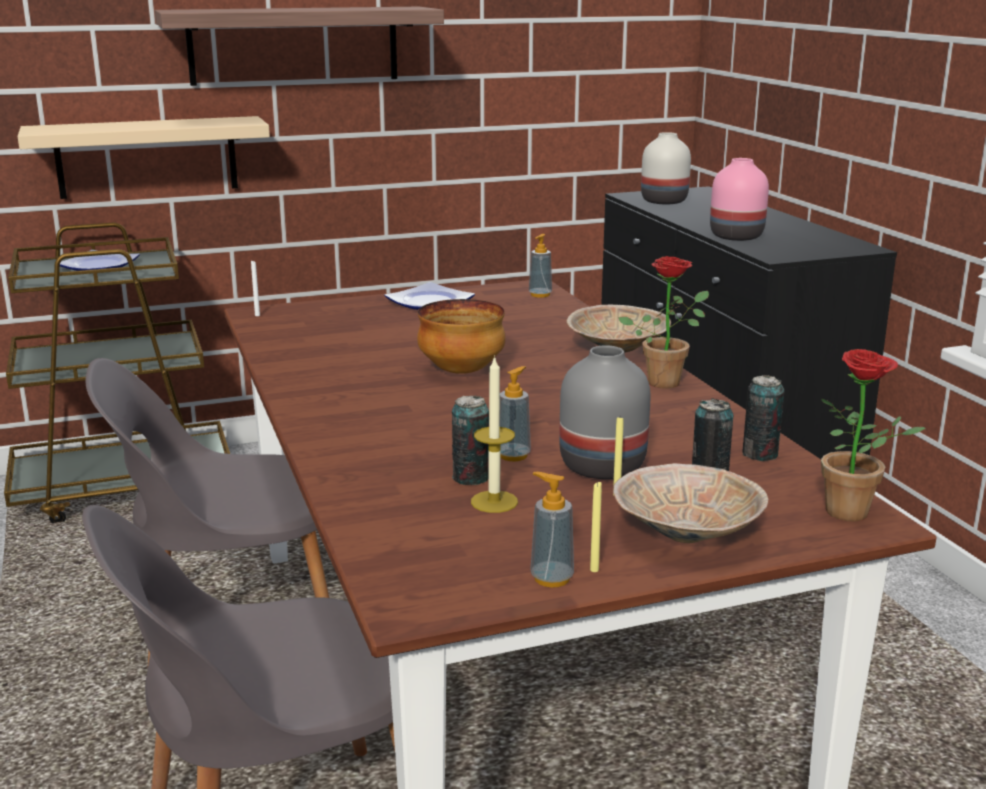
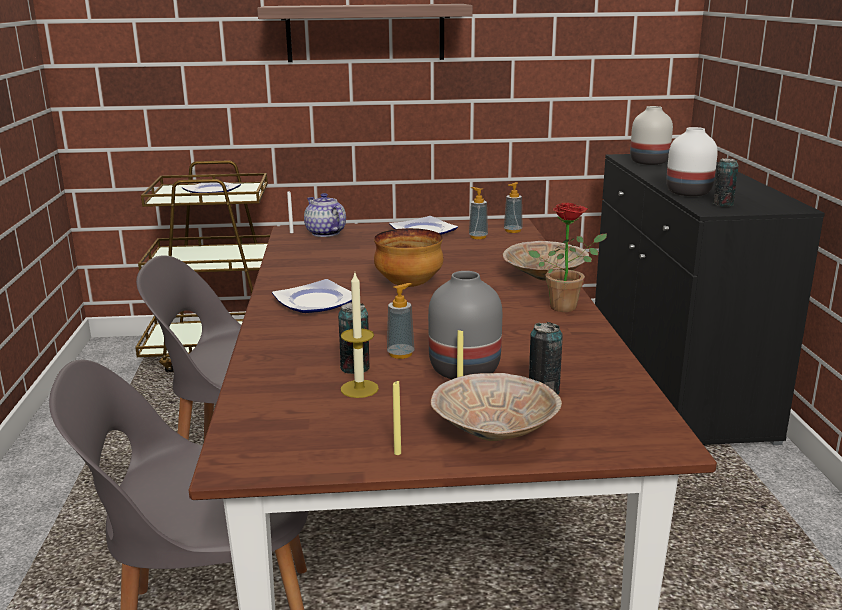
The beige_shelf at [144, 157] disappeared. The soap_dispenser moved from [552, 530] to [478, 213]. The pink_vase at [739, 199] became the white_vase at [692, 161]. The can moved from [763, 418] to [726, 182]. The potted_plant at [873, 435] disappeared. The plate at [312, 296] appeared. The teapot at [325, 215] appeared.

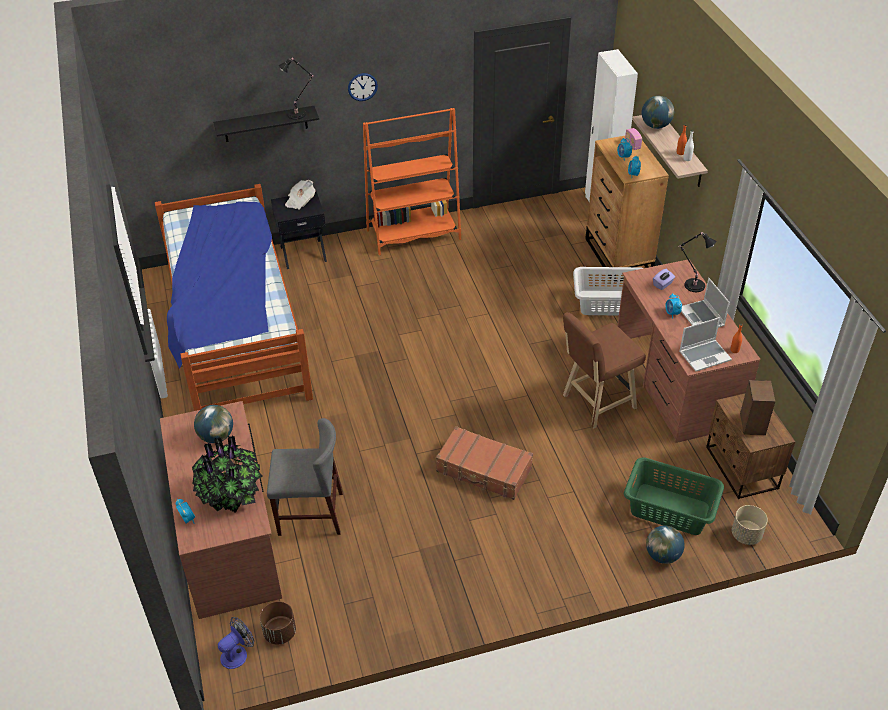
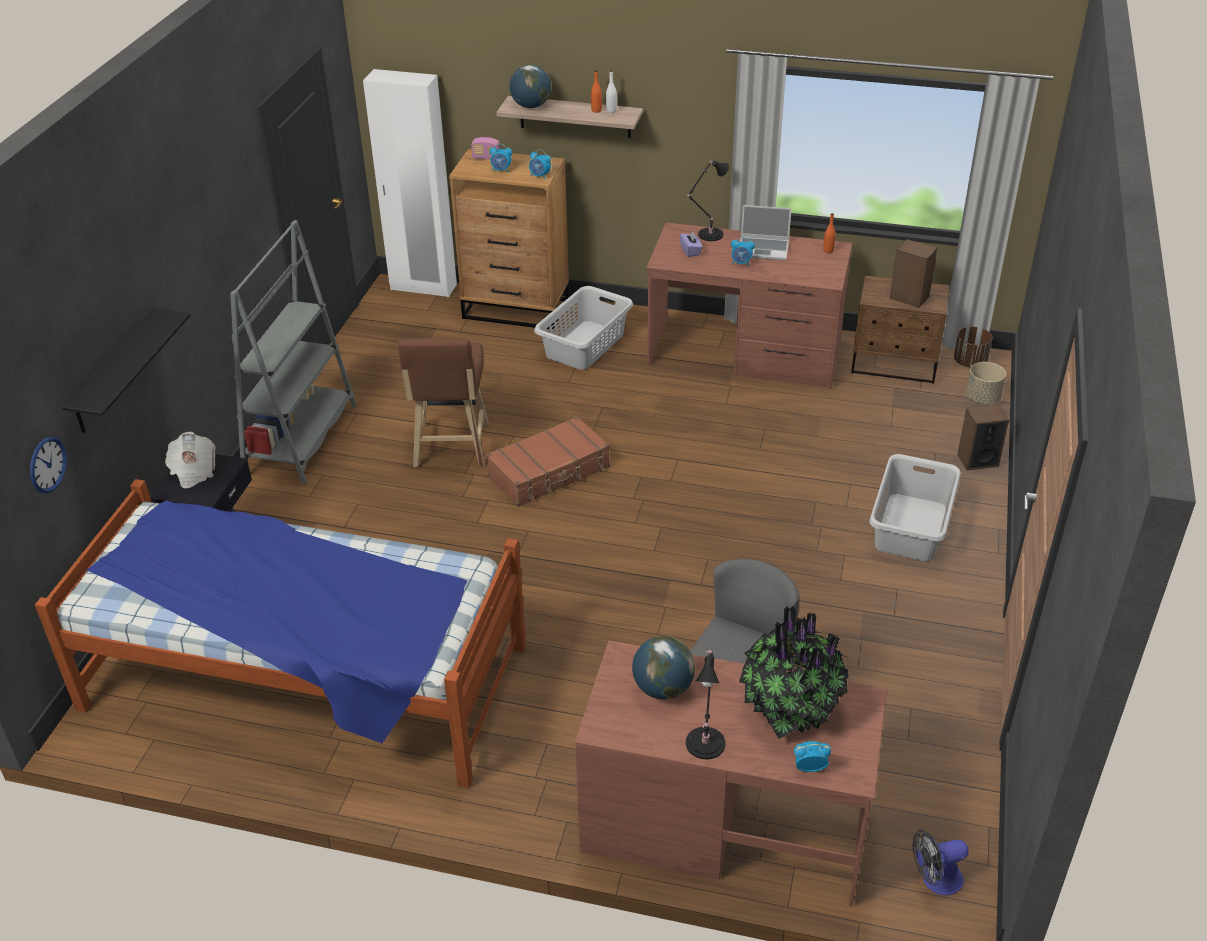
The fan at [236, 643] turned 90 degrees counterclockwise. The brown_planter moved from [278, 623] to [973, 347]. The black_table_lamp moved from [296, 89] to [705, 703]. The wall_clock moved from [363, 87] to [48, 465]. The orange_bookcase at [412, 181] became the grey_bookcase at [293, 352]. The brown_suitcase moved from [484, 463] to [548, 461]. The brown_stool moved from [604, 370] to [443, 402]. The green_laundry_basket at [674, 496] disappeared. The globe at [665, 545] was replaced by the speaker at [983, 437]. The laptop at [705, 344] disappeared. The grey_laundry_basket at [915, 507] appeared.

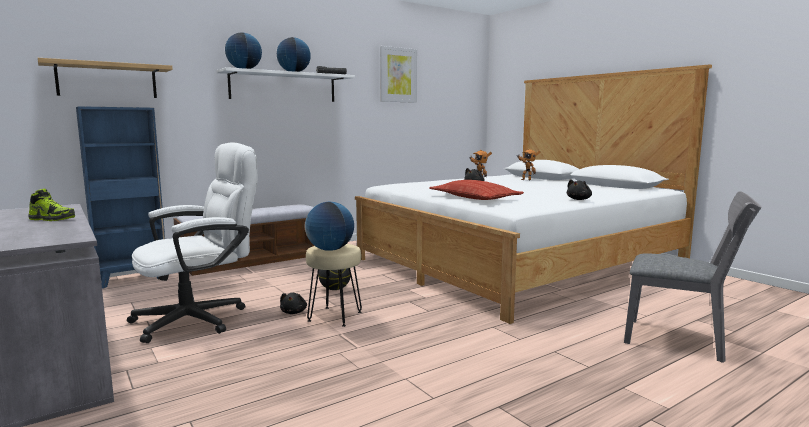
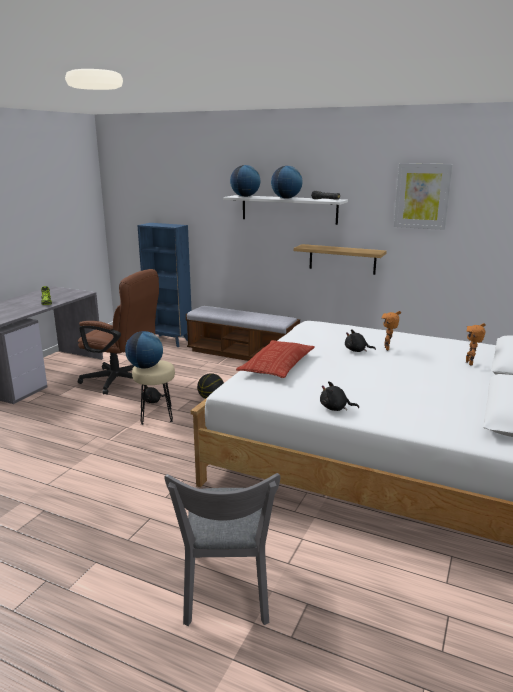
The shelf moved from [105, 78] to [340, 259]. The white_office_chair at [192, 242] became the brown_office_chair at [118, 332].

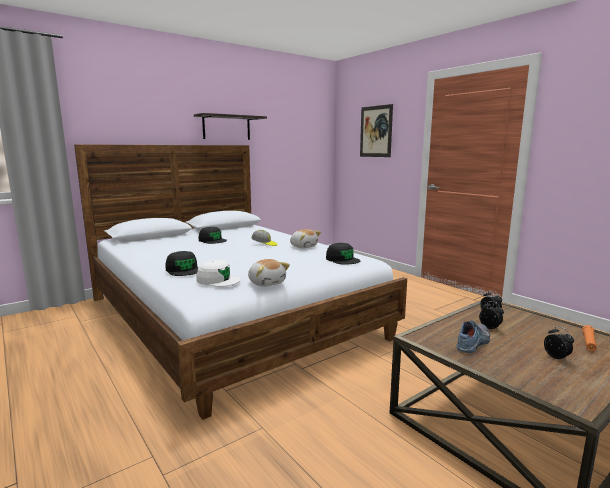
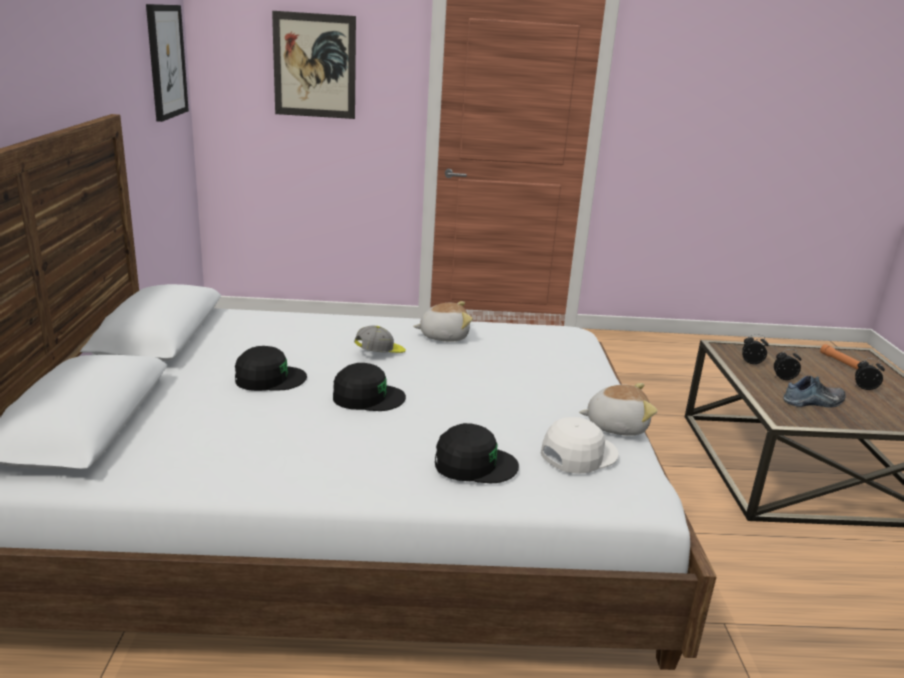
The shelf at [230, 126] disappeared. The black_cap moved from [343, 254] to [369, 387]. The shoe at [473, 336] turned 90 degrees clockwise. The picture at [167, 63] appeared.

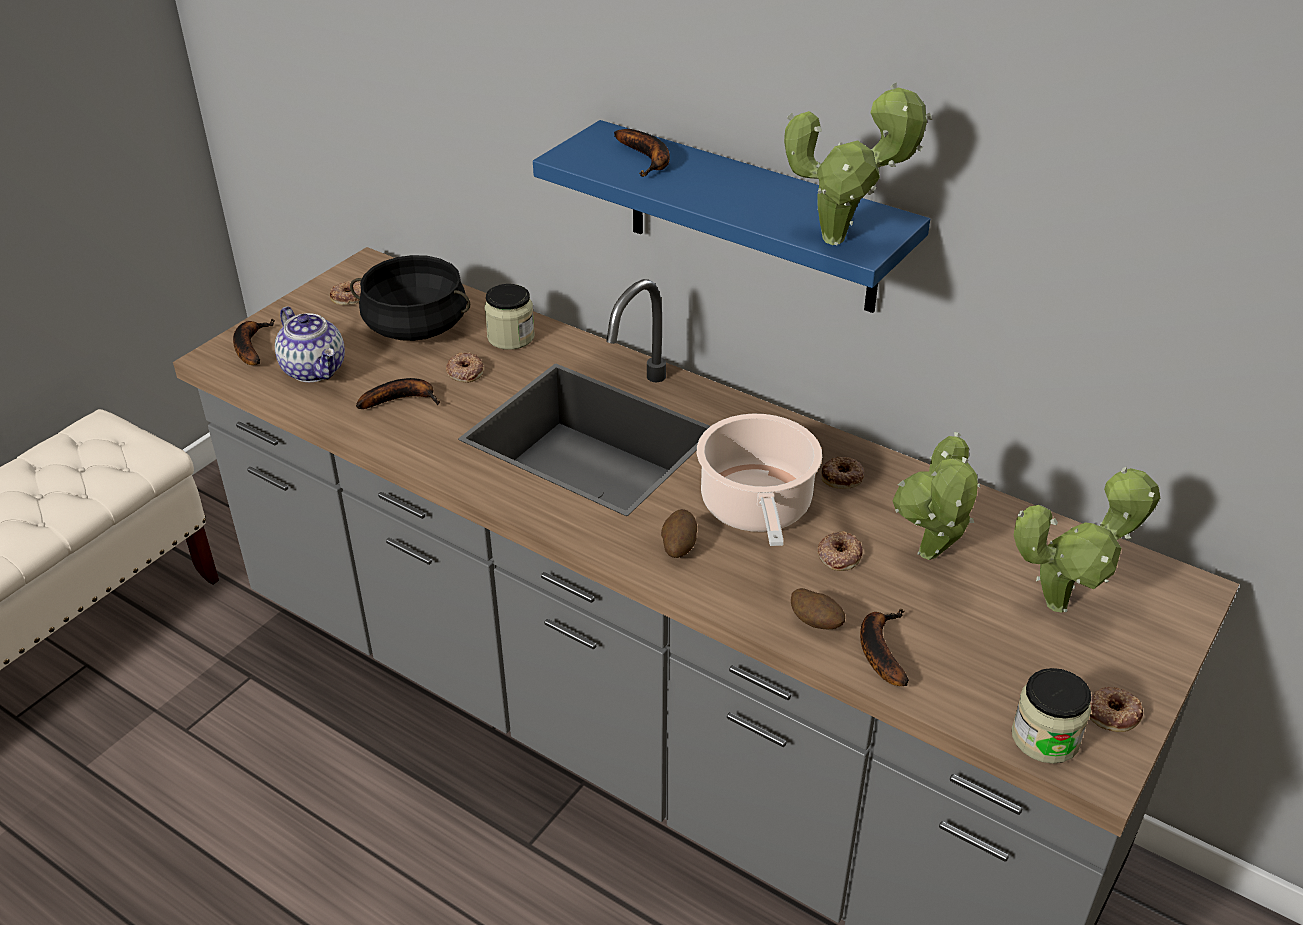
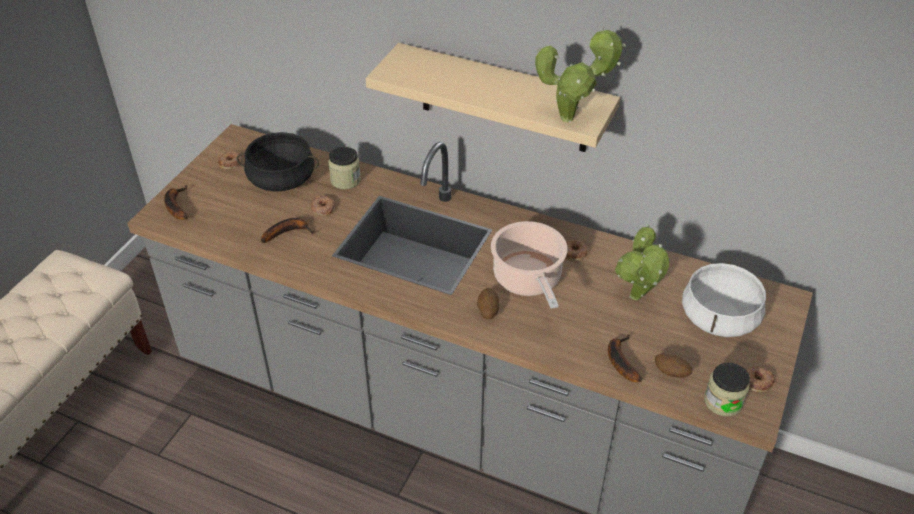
The teapot at [310, 344] disappeared. The blue_shelf at [731, 216] became the beige_shelf at [493, 97]. The banana at [642, 153] disappeared. The potato moved from [818, 608] to [673, 365]. The donut at [840, 551] disappeared. The potted_plant at [1087, 540] was replaced by the white_cooking_pot at [724, 299].

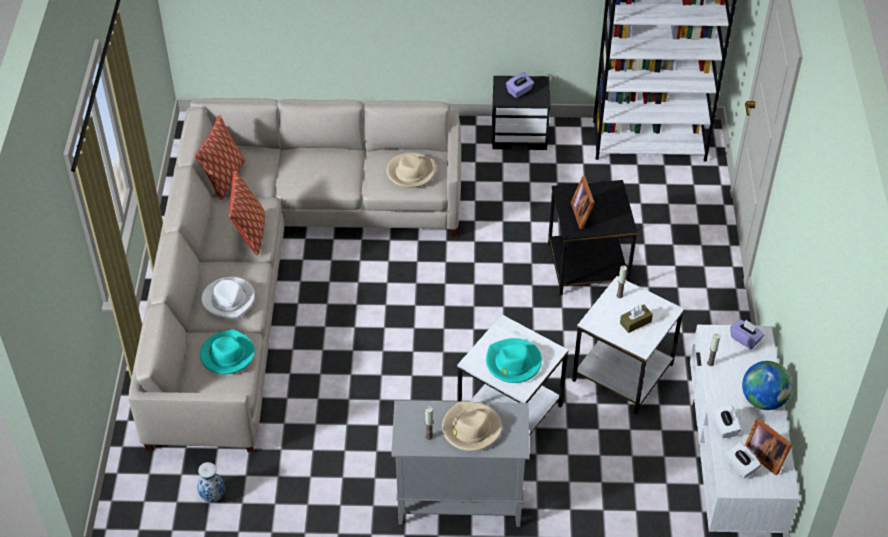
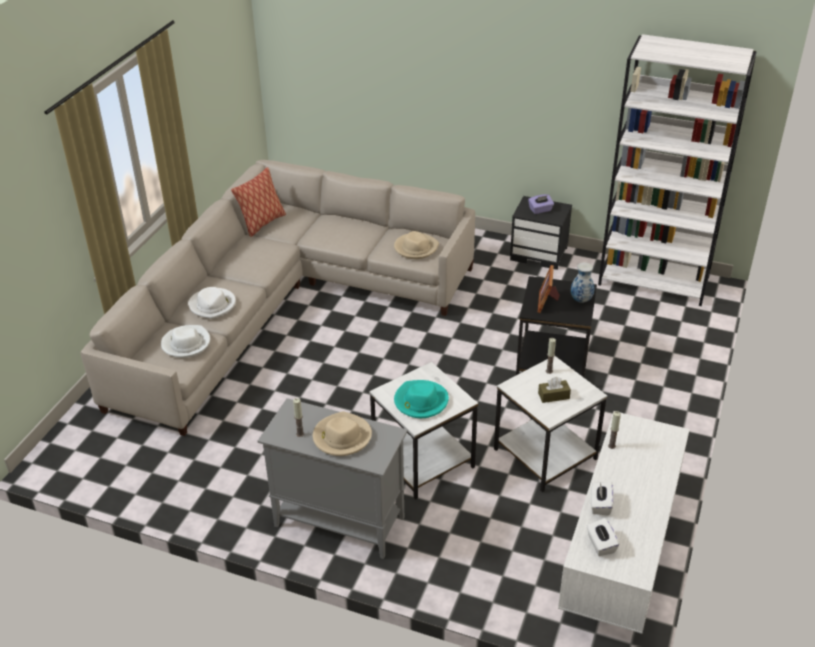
The vase moved from [211, 482] to [582, 282]. The turquoise_hat at [227, 351] became the white_hat at [185, 341]. The pillow at [247, 213] disappeared. The purple_tissue_box at [747, 334] disappeared. The globe at [767, 385] disappeared. The picture_frame at [768, 446] disappeared.

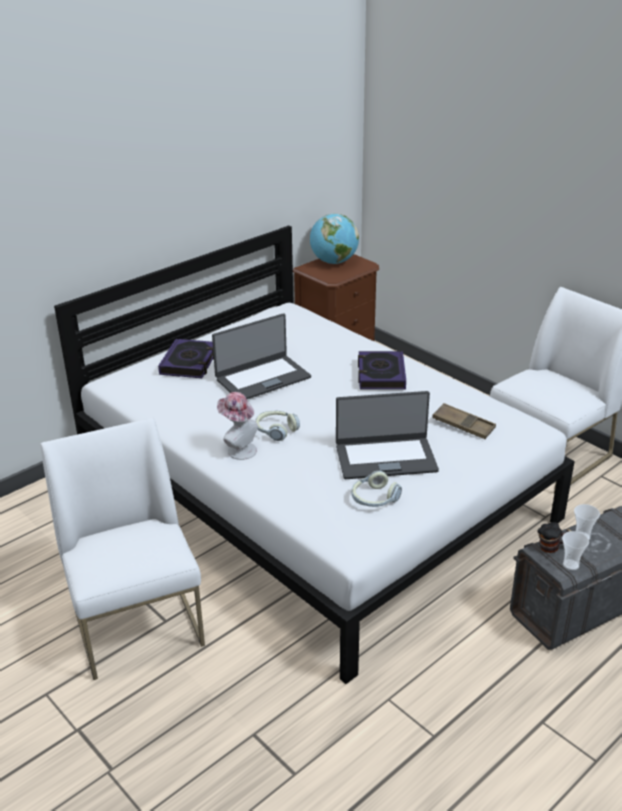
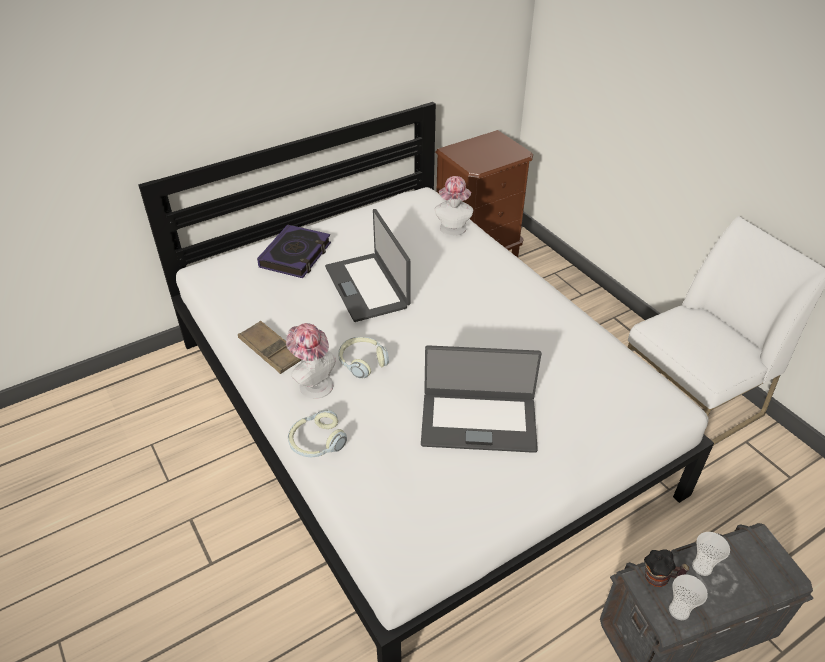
The white_chair at [123, 549] disappeared. The laptop at [261, 356] turned 90 degrees clockwise. The globe at [334, 239] disappeared. The headphones moved from [376, 489] to [317, 433]. The book at [382, 370] disappeared. The brown_tray moved from [464, 421] to [270, 347]. The hat at [454, 206] appeared.

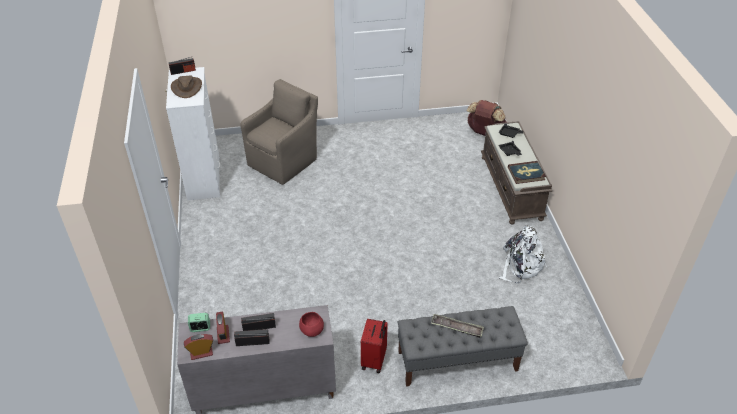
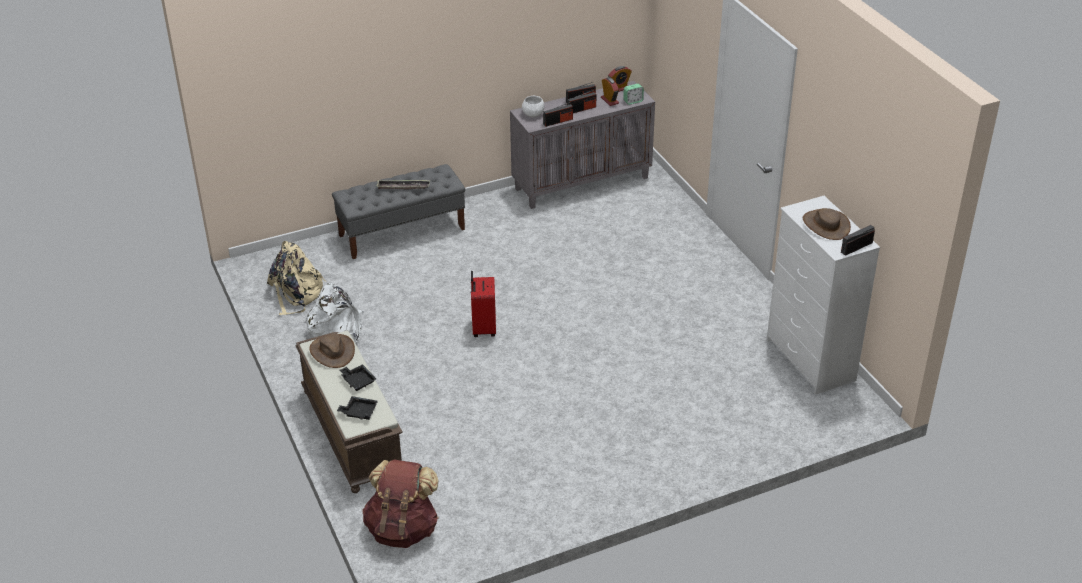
The brown_armchair at [279, 132] disappeared. The red_bowl at [311, 324] became the white_bowl at [533, 106]. The red_suitcase moved from [374, 346] to [483, 304]. The book at [527, 172] was replaced by the brown_hat at [332, 351]. The beige_backpack at [296, 278] appeared. The radio at [558, 114] appeared.

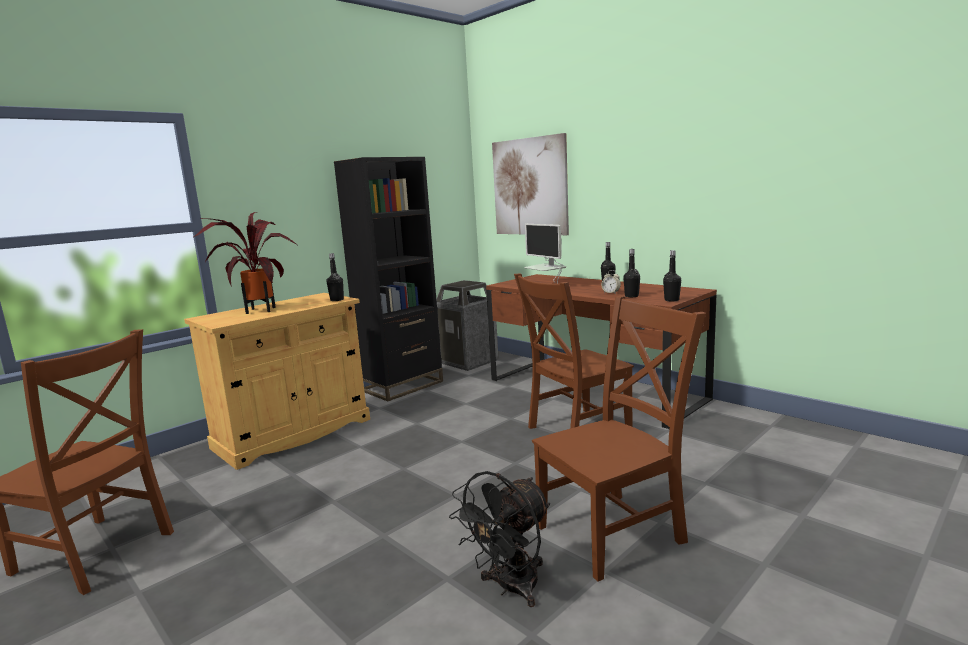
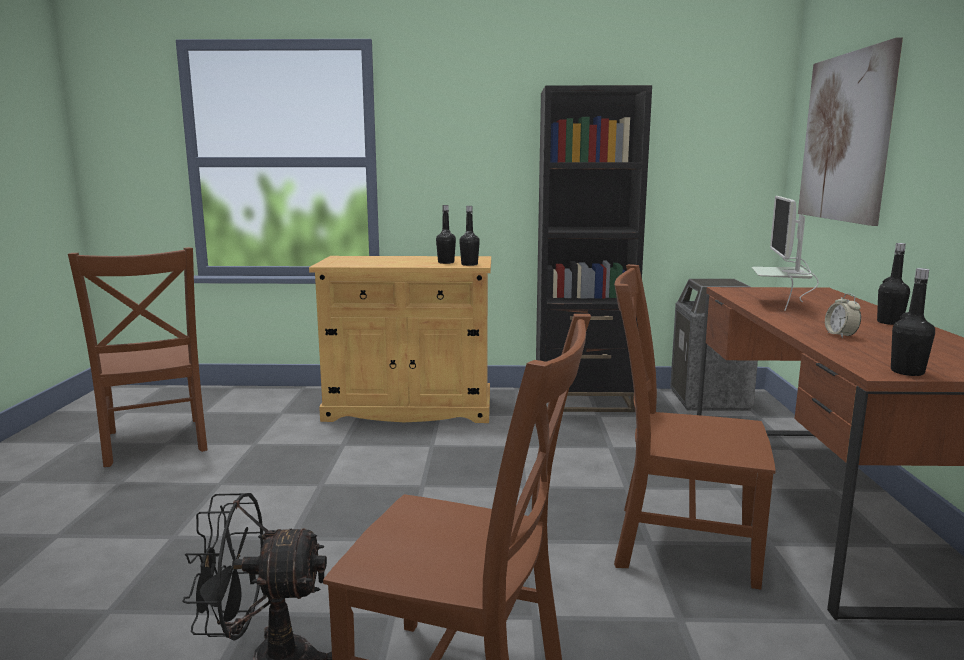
The potted_plant at [245, 263] disappeared. The black_bottle moved from [631, 273] to [446, 234].

